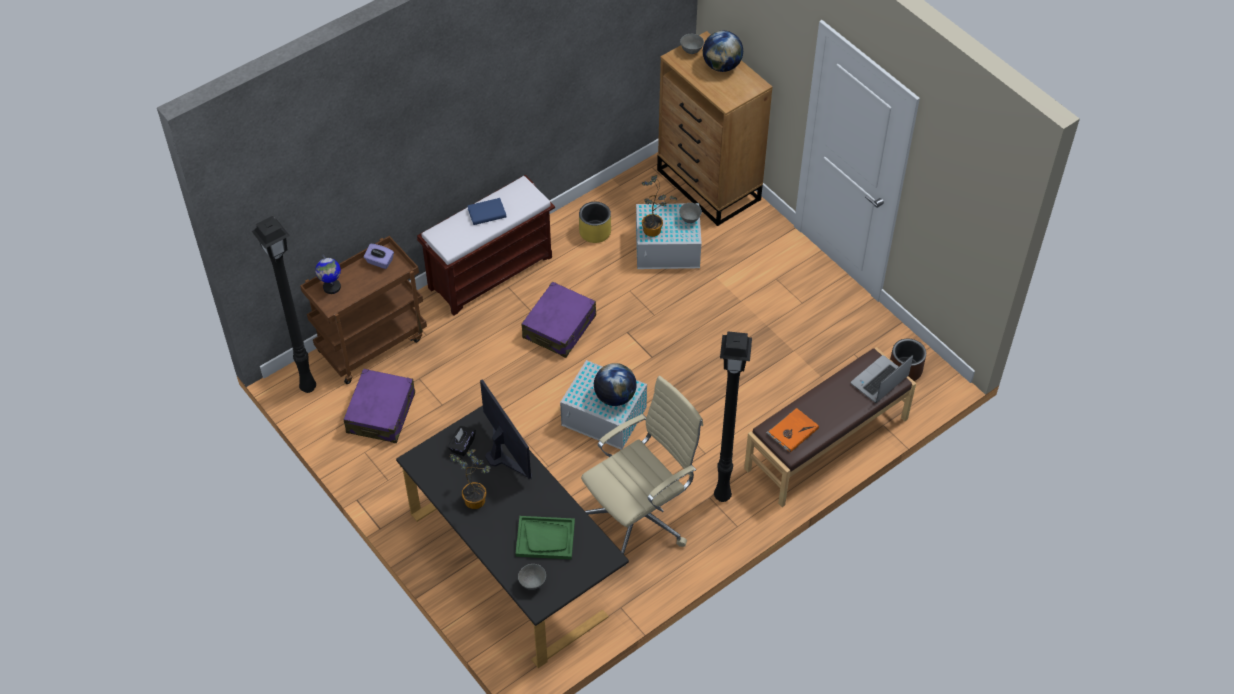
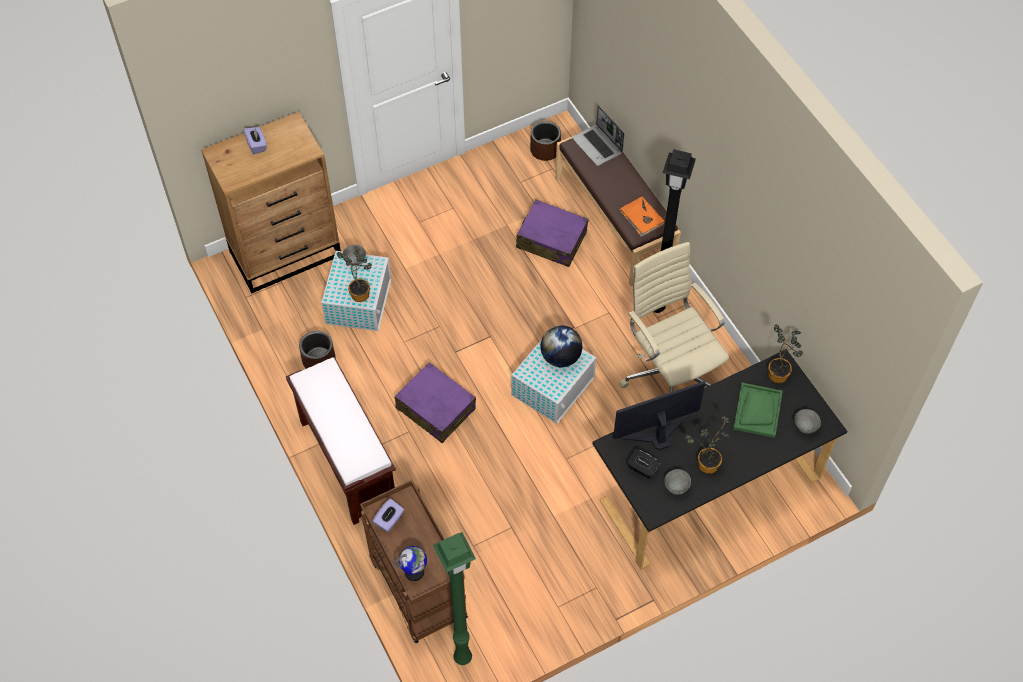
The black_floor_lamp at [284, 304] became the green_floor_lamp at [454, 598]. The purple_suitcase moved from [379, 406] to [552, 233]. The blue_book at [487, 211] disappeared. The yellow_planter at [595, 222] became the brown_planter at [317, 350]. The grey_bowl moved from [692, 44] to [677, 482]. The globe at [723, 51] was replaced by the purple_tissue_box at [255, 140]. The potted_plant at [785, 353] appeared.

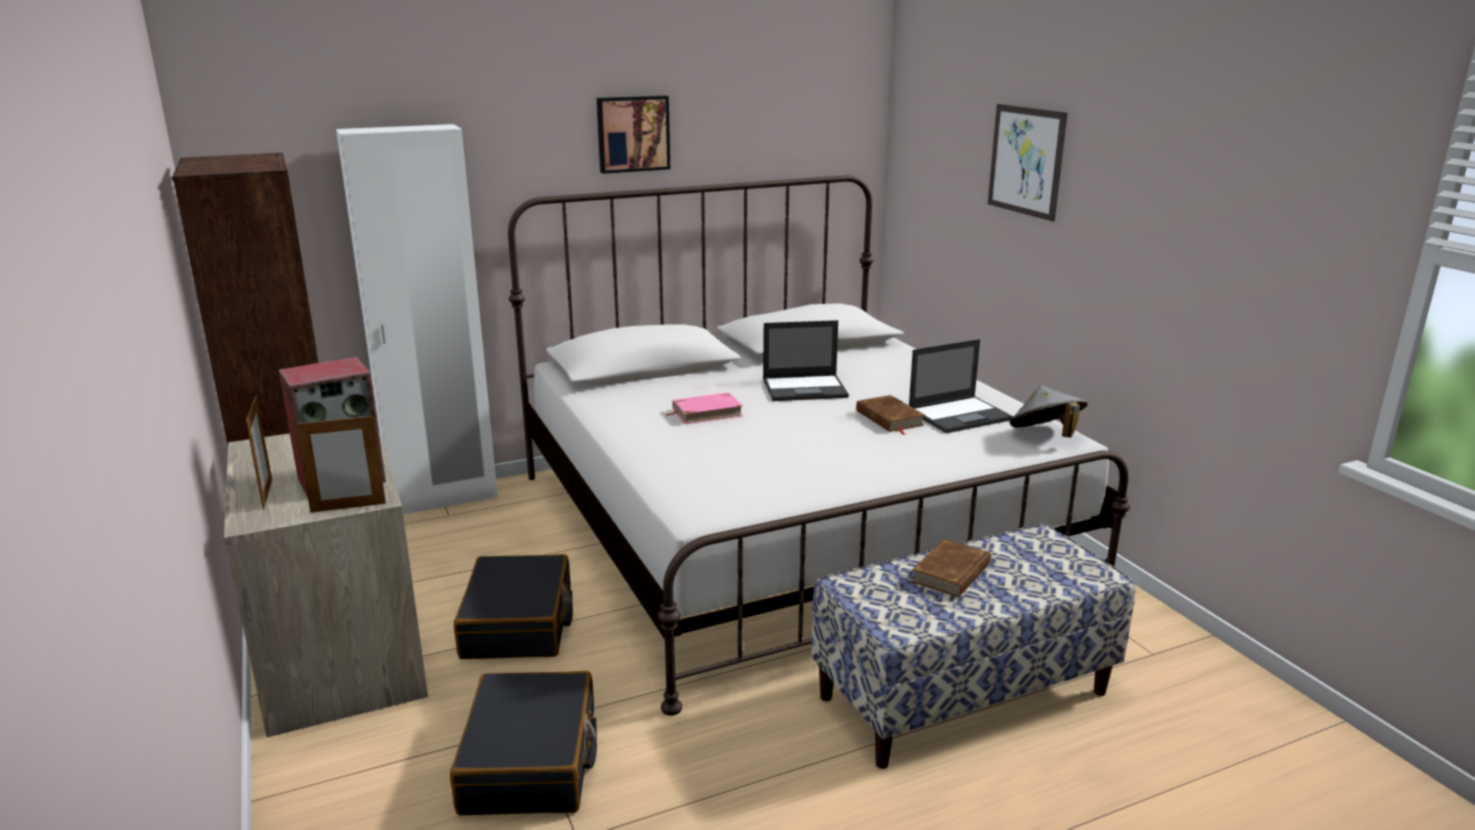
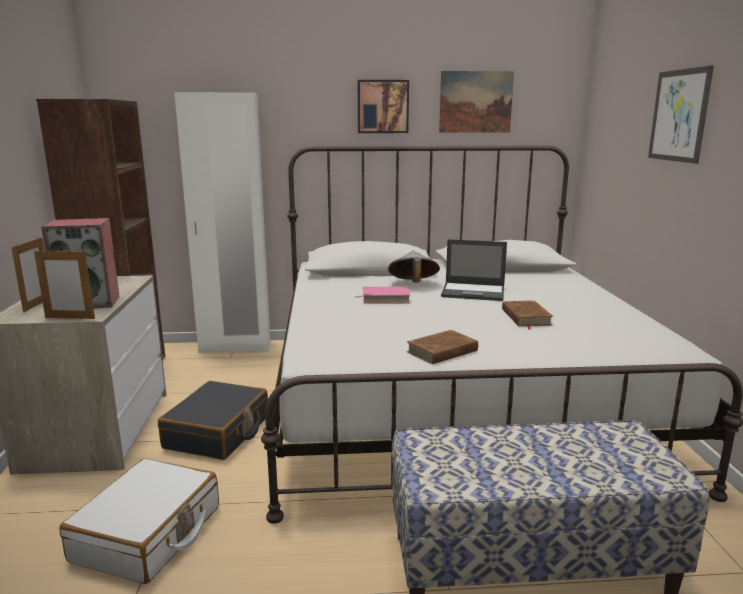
The black_suitcase at [523, 743] became the white_suitcase at [139, 521]. The laptop at [961, 386] disappeared. The brown_book moved from [951, 568] to [443, 347]. The grey_hat moved from [1049, 411] to [414, 267]. The picture at [476, 102] appeared.

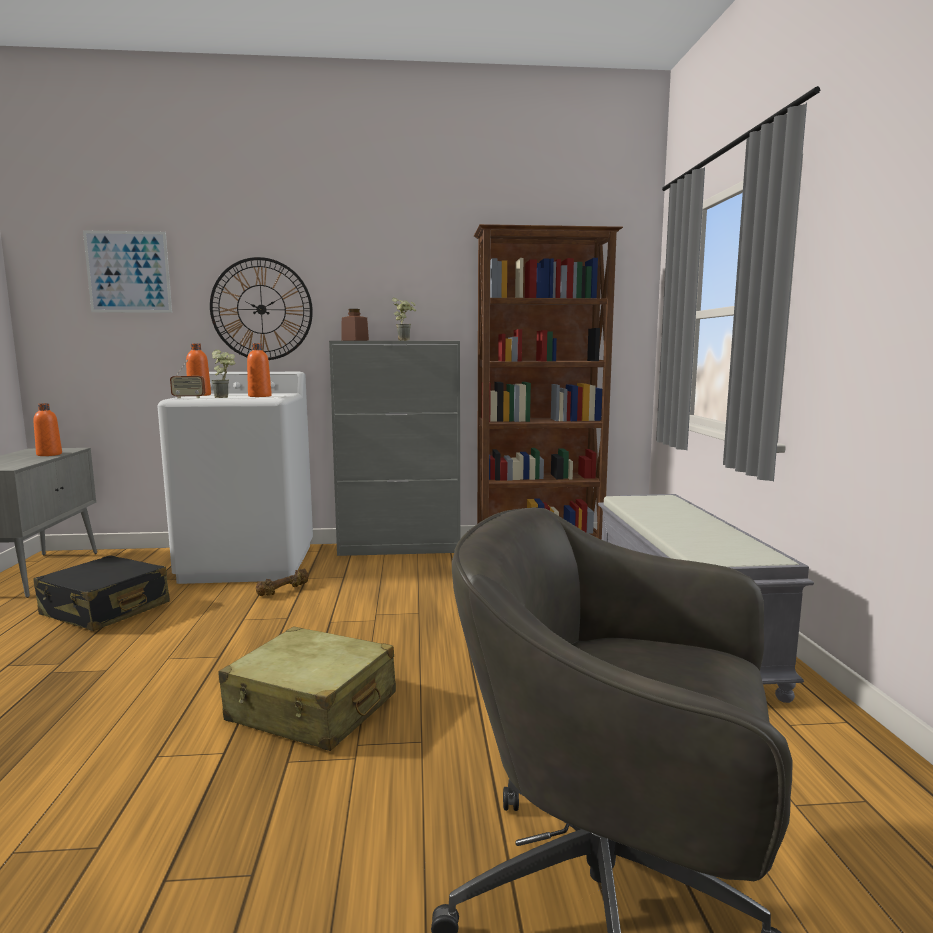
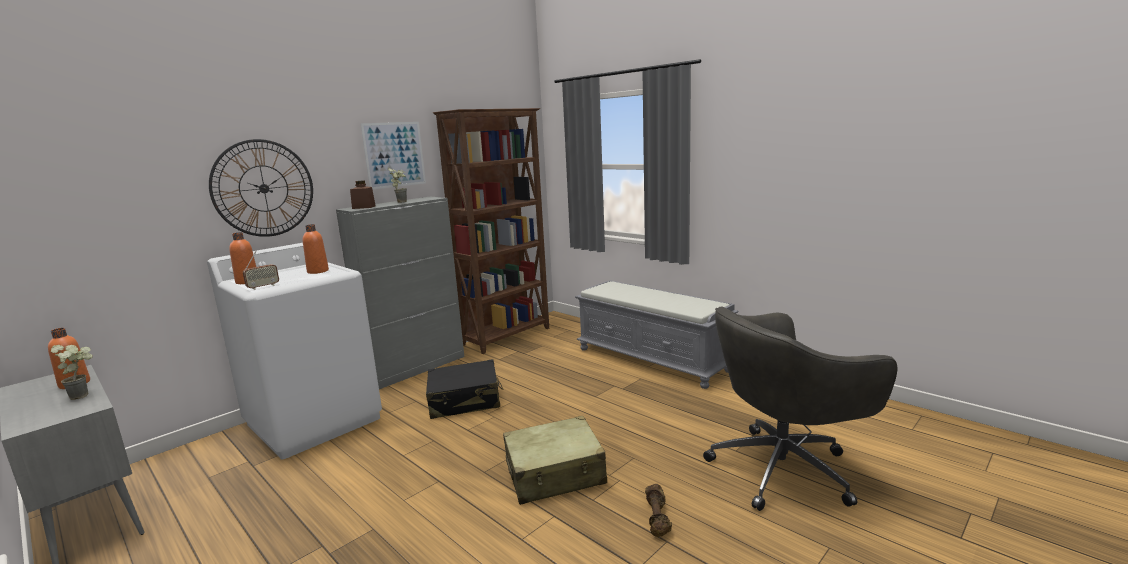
The black_suitcase moved from [101, 593] to [465, 389]. The picture moved from [127, 271] to [393, 156]. The potted_plant moved from [223, 374] to [72, 372]. The brown_dumbbell moved from [282, 582] to [658, 510].

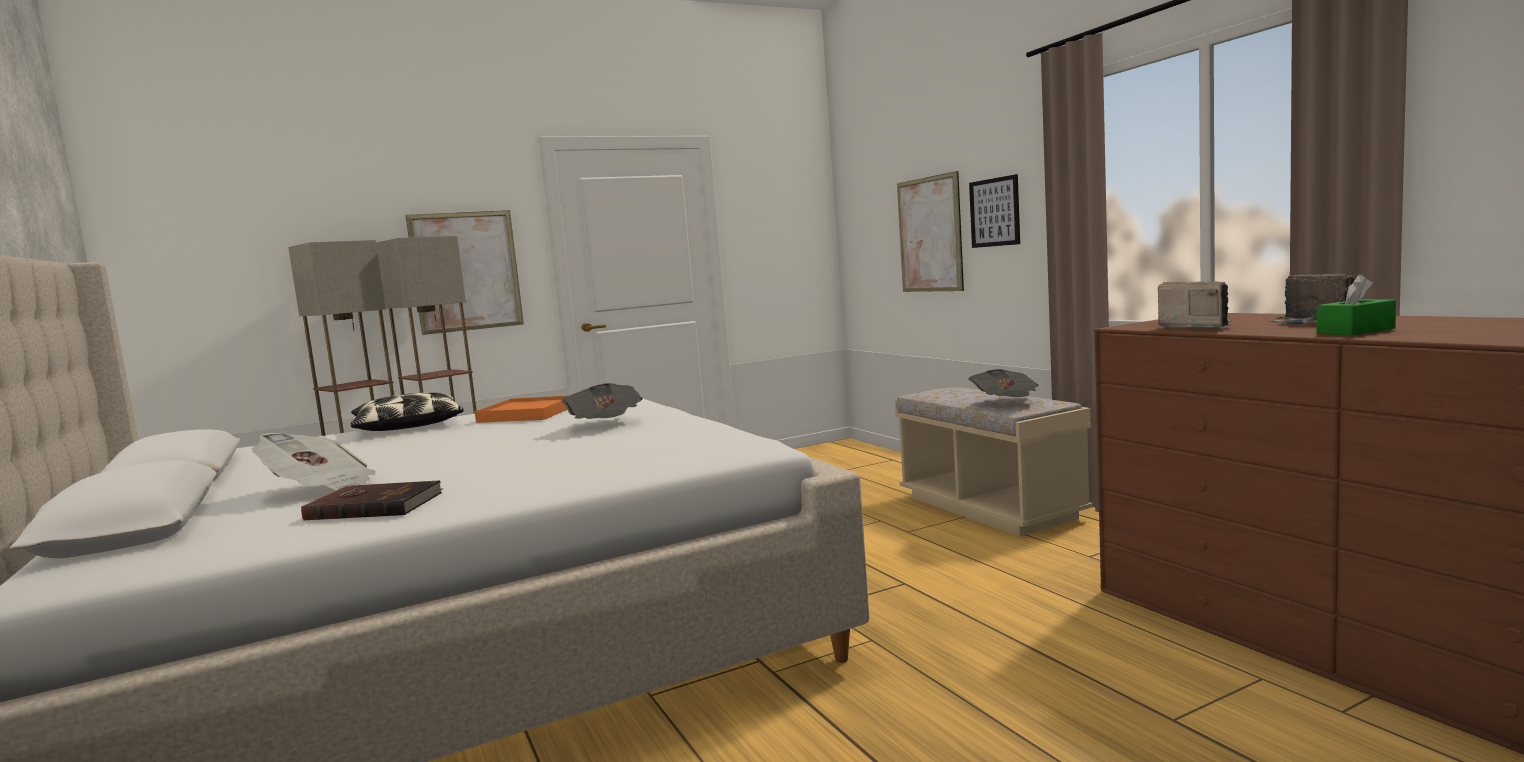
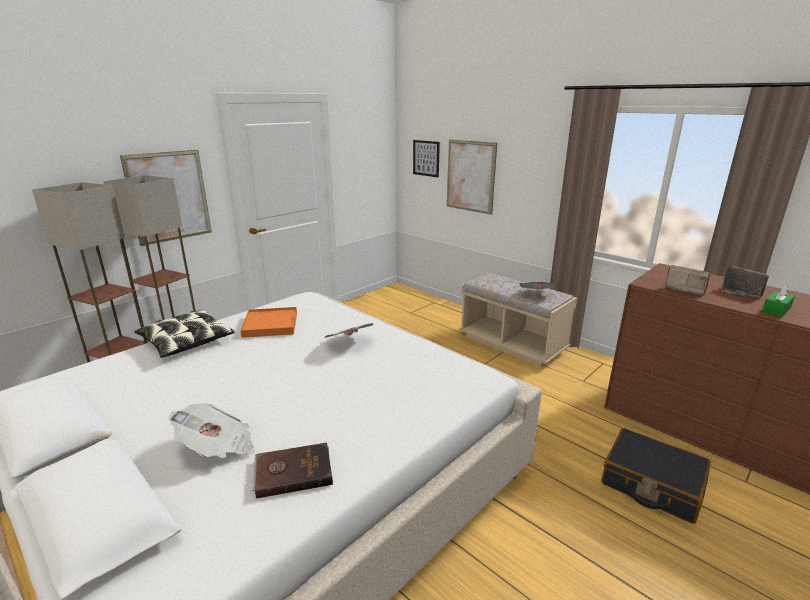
The picture moved from [994, 211] to [426, 158]. The black_suitcase at [656, 476] appeared.

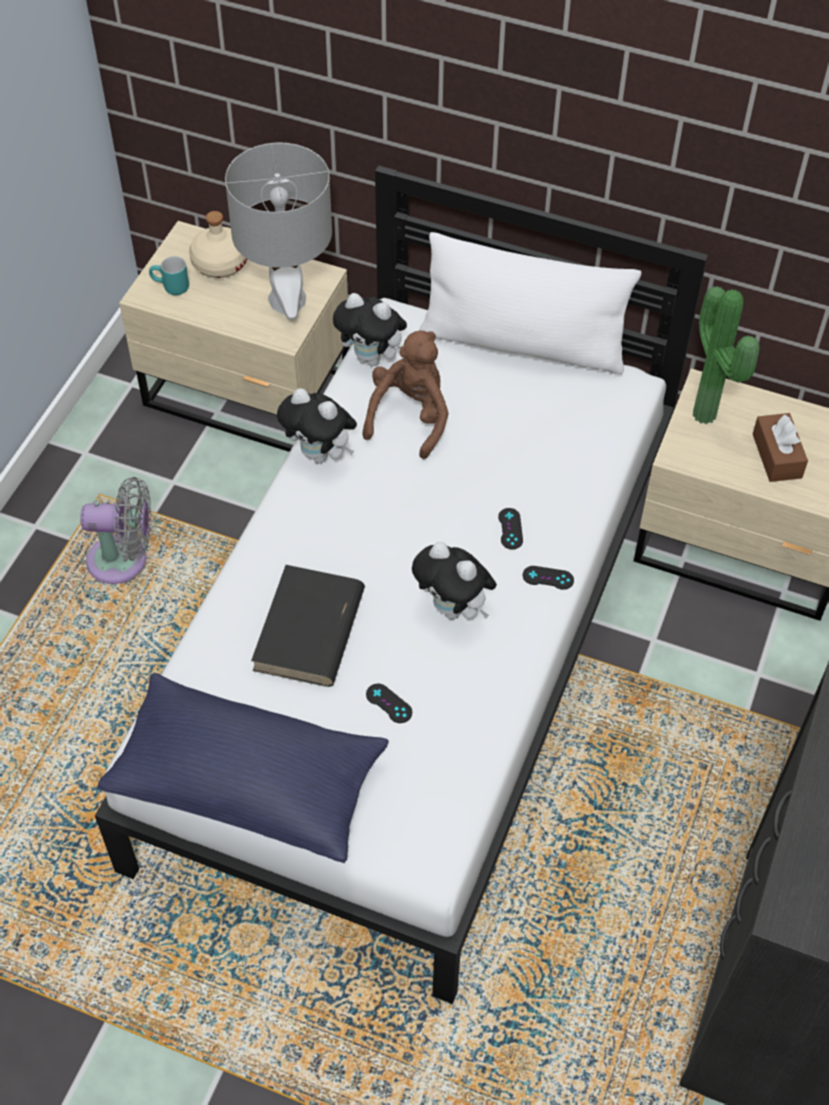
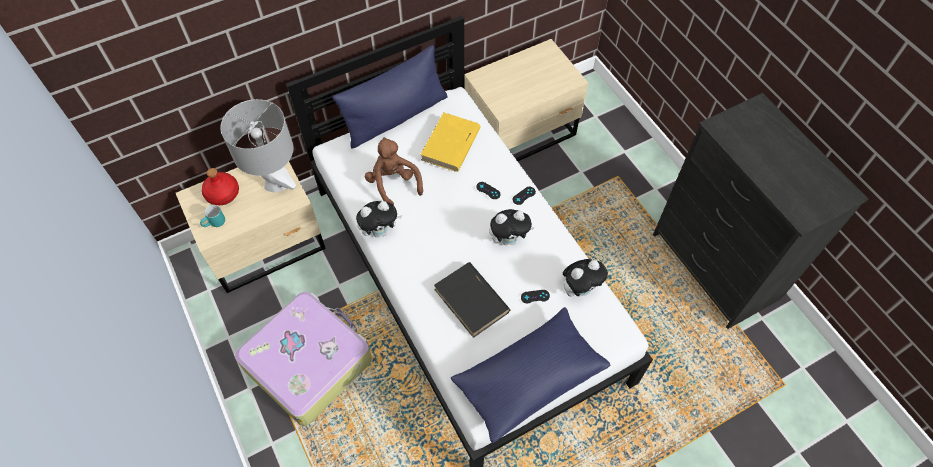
The grey_fan at [115, 530] was replaced by the suitcase at [303, 359]. The beige_bottle at [218, 244] became the red_bottle at [220, 186]. The plush_toy moved from [370, 329] to [585, 278]. The white_pillow at [530, 303] became the blue_pillow at [390, 97]. The potted_plant at [726, 355] disappeared. The brown_tissue_box at [780, 447] disappeared. The yellow_book at [450, 142] appeared.

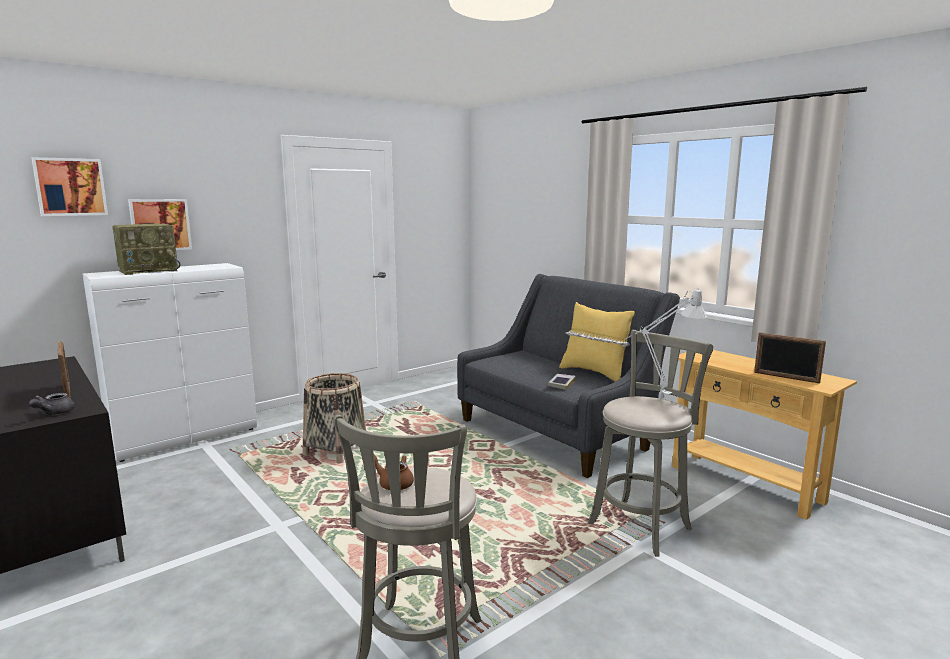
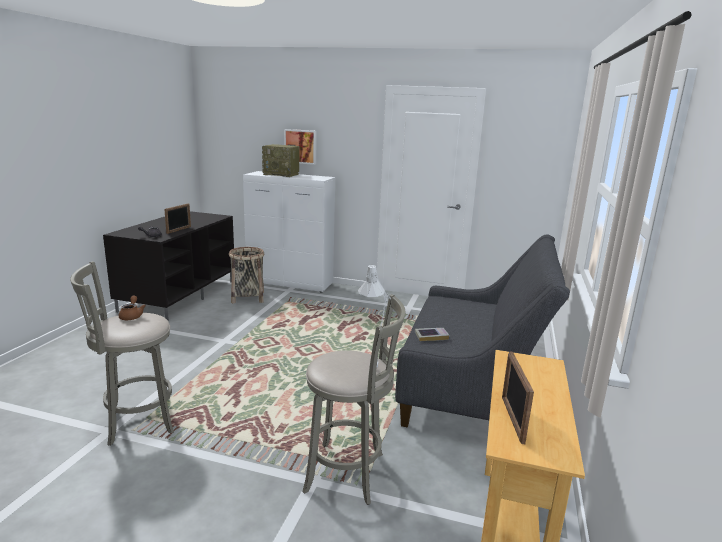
The picture at [69, 186] disappeared. The basket moved from [334, 418] to [246, 275]. The yellow_pillow at [597, 342] disappeared.

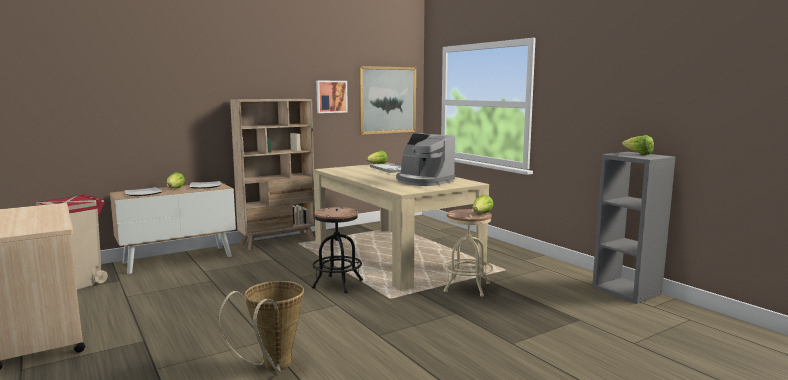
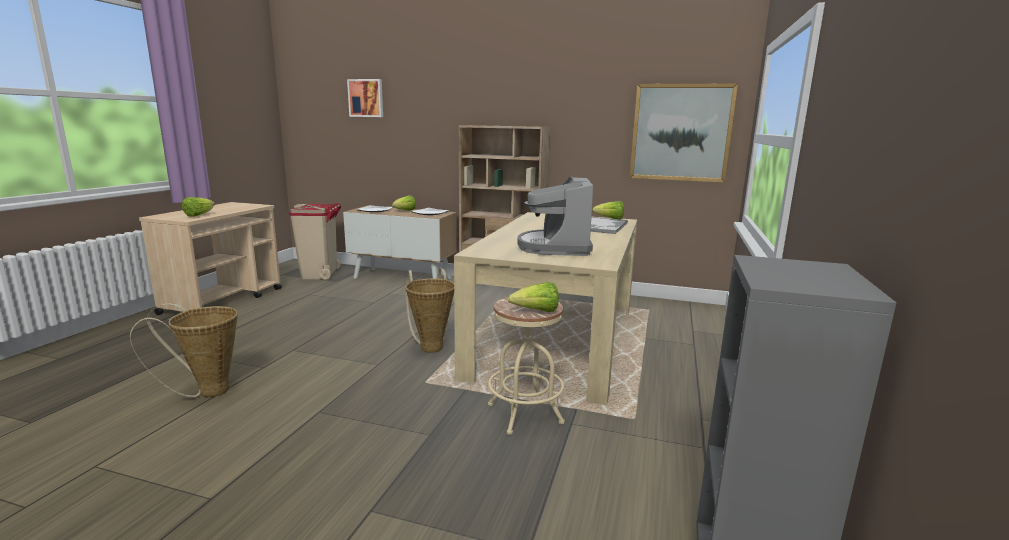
The black_stool at [337, 250] was replaced by the basket at [429, 311]. The picture moved from [332, 97] to [365, 98]. The lettuce moved from [638, 145] to [198, 207].

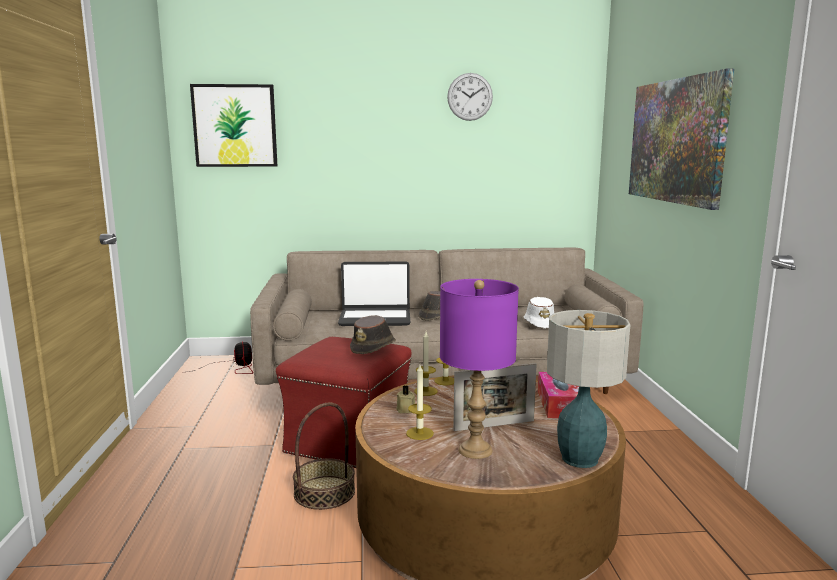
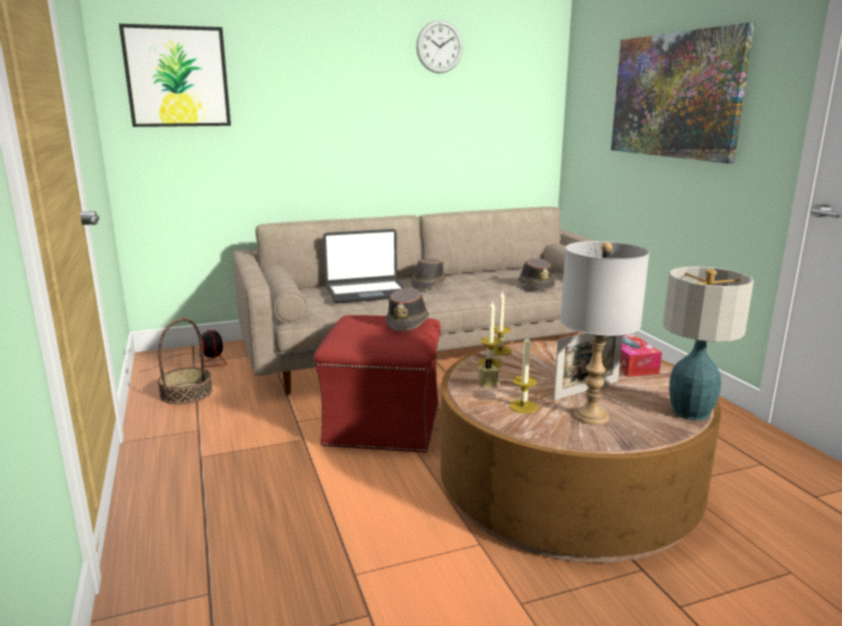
The basket moved from [324, 456] to [185, 361]. The purple_table_lamp at [479, 369] became the grey_table_lamp at [604, 333]. The white_hat at [539, 312] became the brown_hat at [536, 274].

